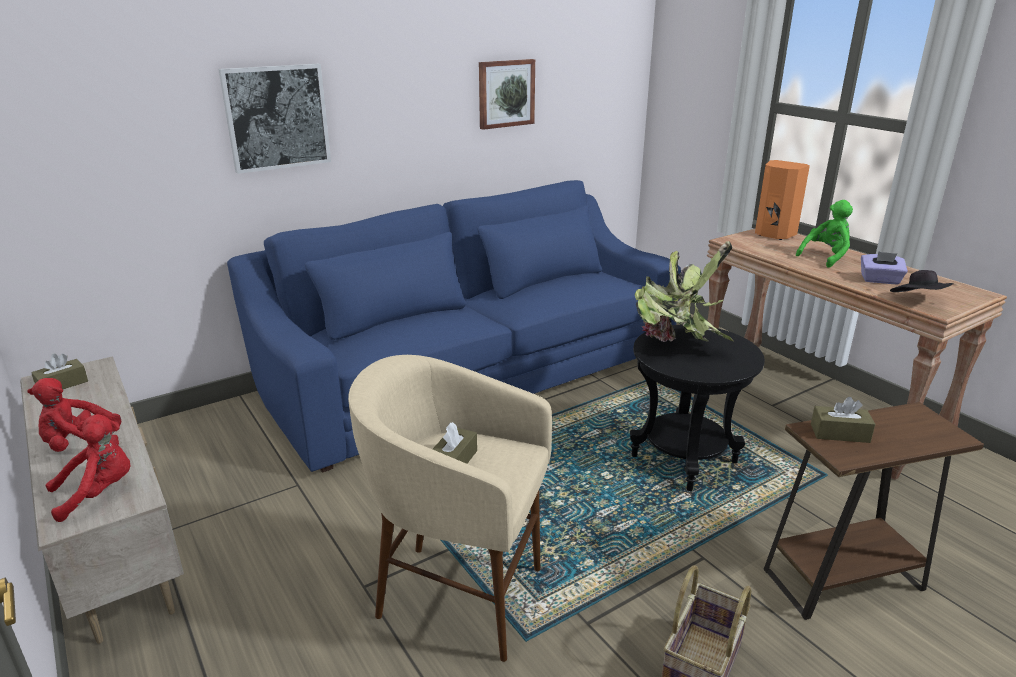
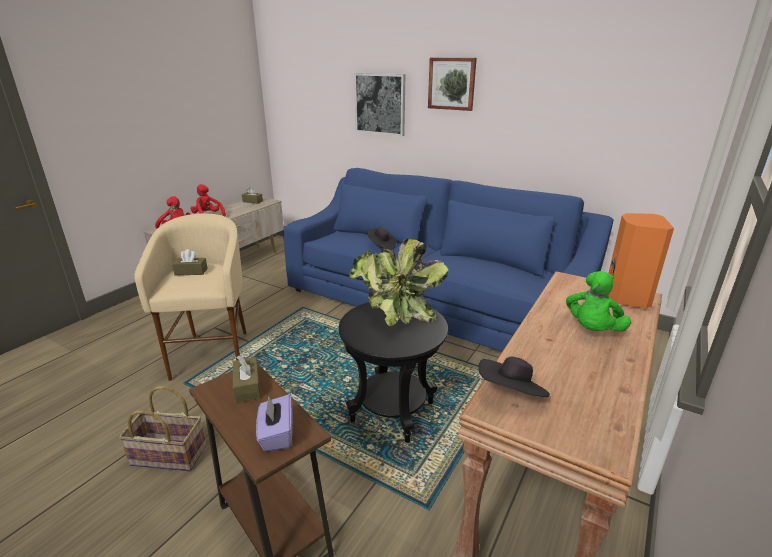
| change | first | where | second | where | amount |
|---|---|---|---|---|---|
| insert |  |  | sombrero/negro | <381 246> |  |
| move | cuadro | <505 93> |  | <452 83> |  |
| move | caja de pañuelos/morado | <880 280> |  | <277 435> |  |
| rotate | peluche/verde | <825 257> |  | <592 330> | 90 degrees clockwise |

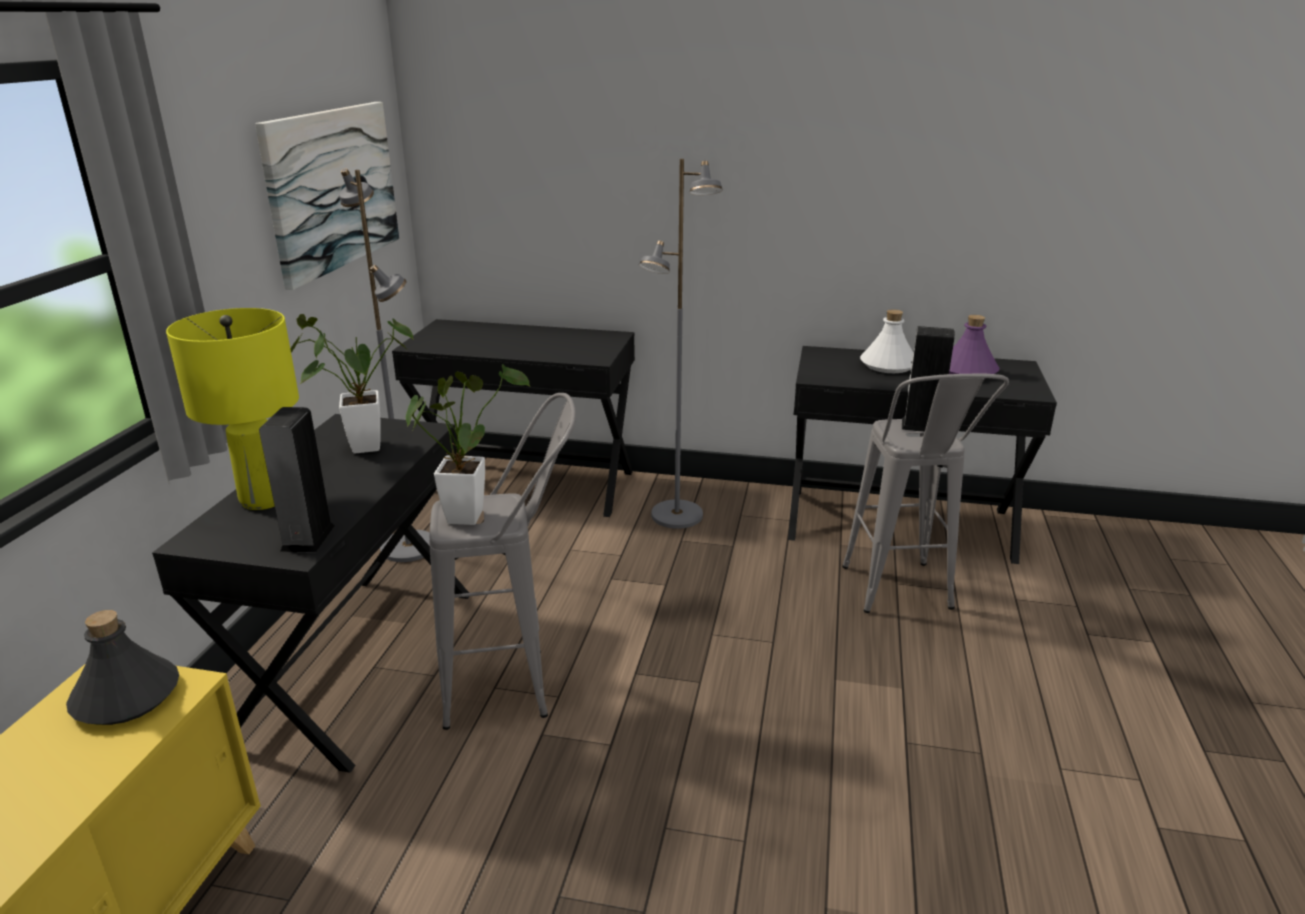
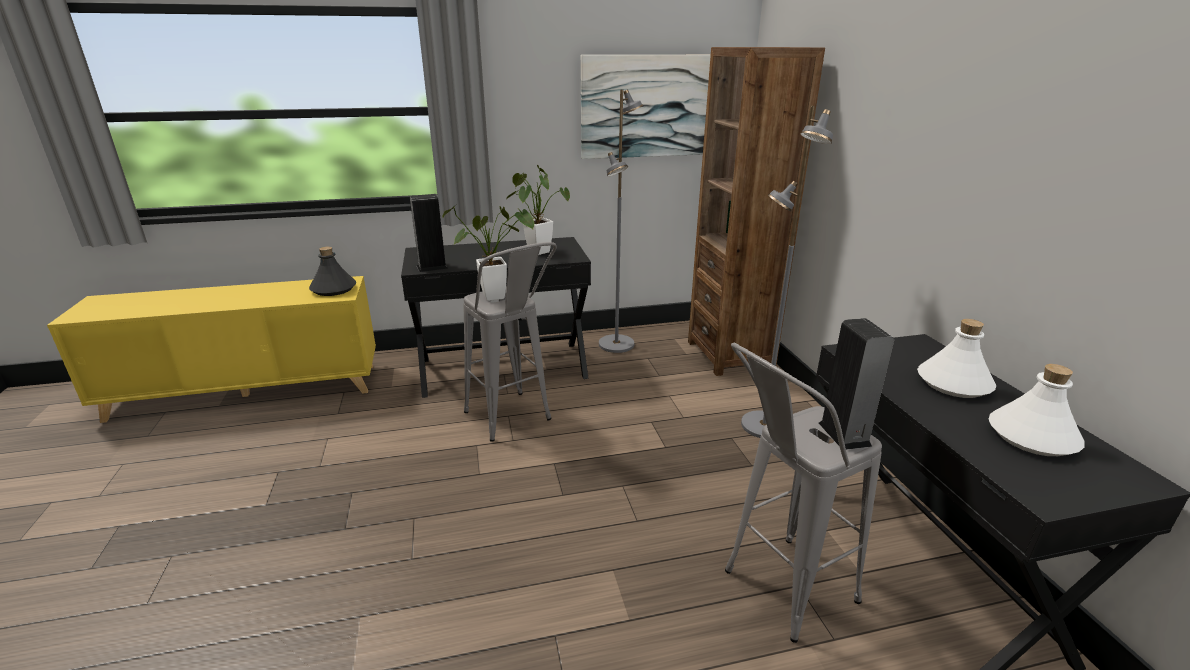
| change | first | where | second | where | amount |
|---|---|---|---|---|---|
| delete | lámpara de mesa/amarillo | <264 499> |  |  |  |
| replace | escritorio/negro | <527 483> | estantería/marrón | <730 355> |  |
| recolor | botella/morado | <968 371> | botella/blanco | <1032 437> |  |

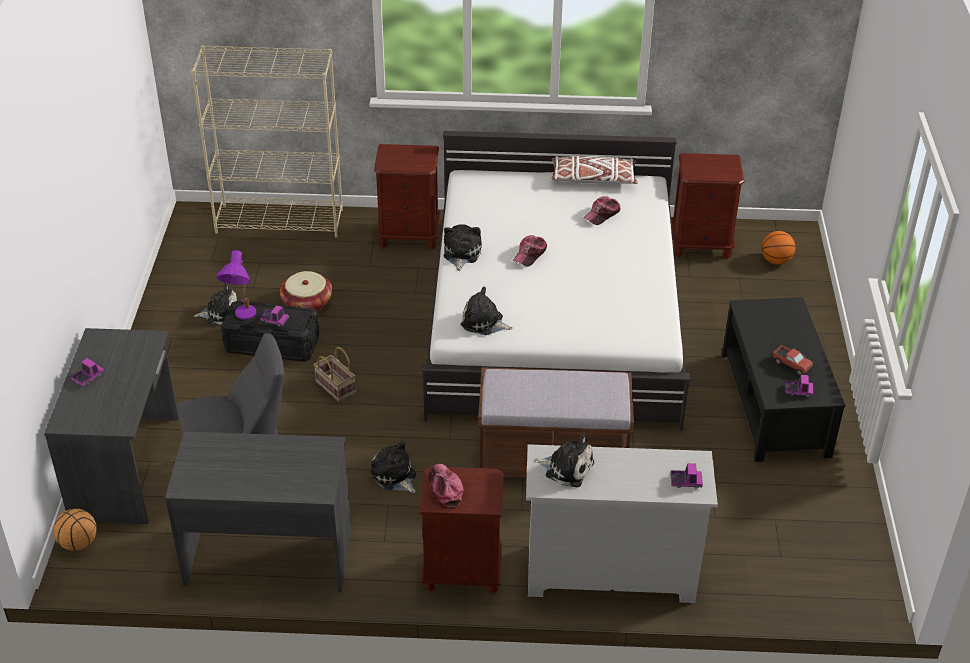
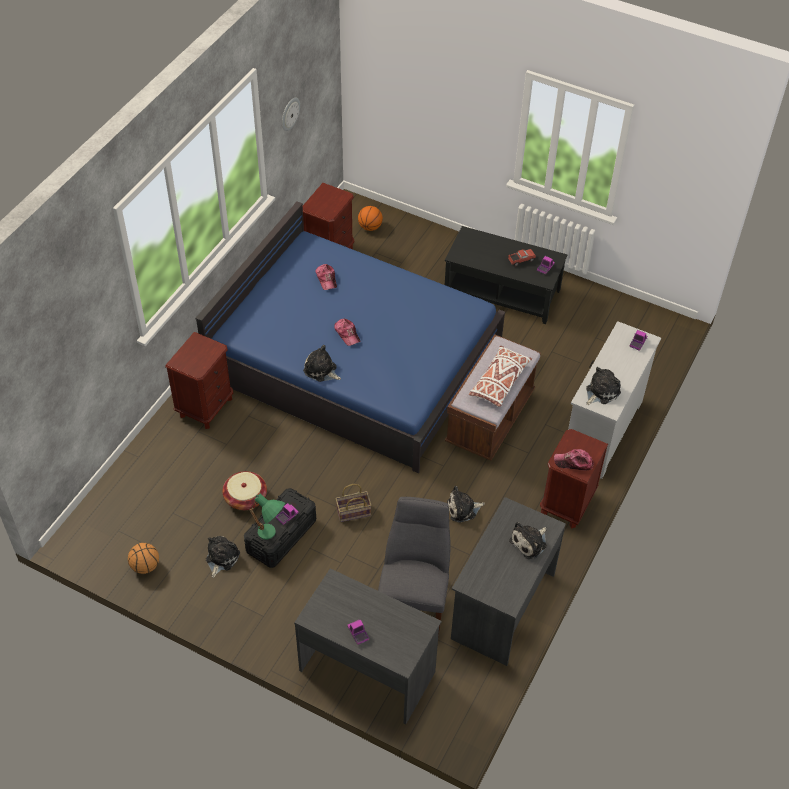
| change | first | where | second | where | amount |
|---|---|---|---|---|---|
| delete | estantería/beis | <280 221> |  |  |  |
| insert |  |  | reloj de pared | <289 113> |  |
| move | balón de baloncesto | <79 543> |  | <145 566> |  |
| move | peluche | <484 323> |  | <530 542> |  |
| move | cojín/blanco | <593 178> |  | <499 382> |  |
| recolor | lámpara de mesa/morado | <242 317> | lámpara de mesa/verde | <271 535> |  |
| recolor | cama/blanco | <554 317> | cama/azul | <354 361> |  |

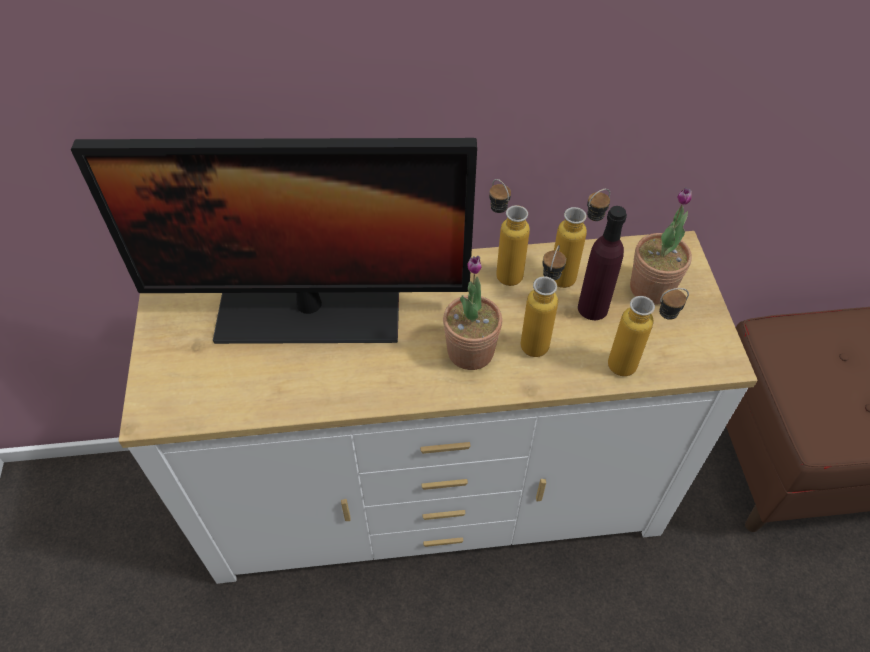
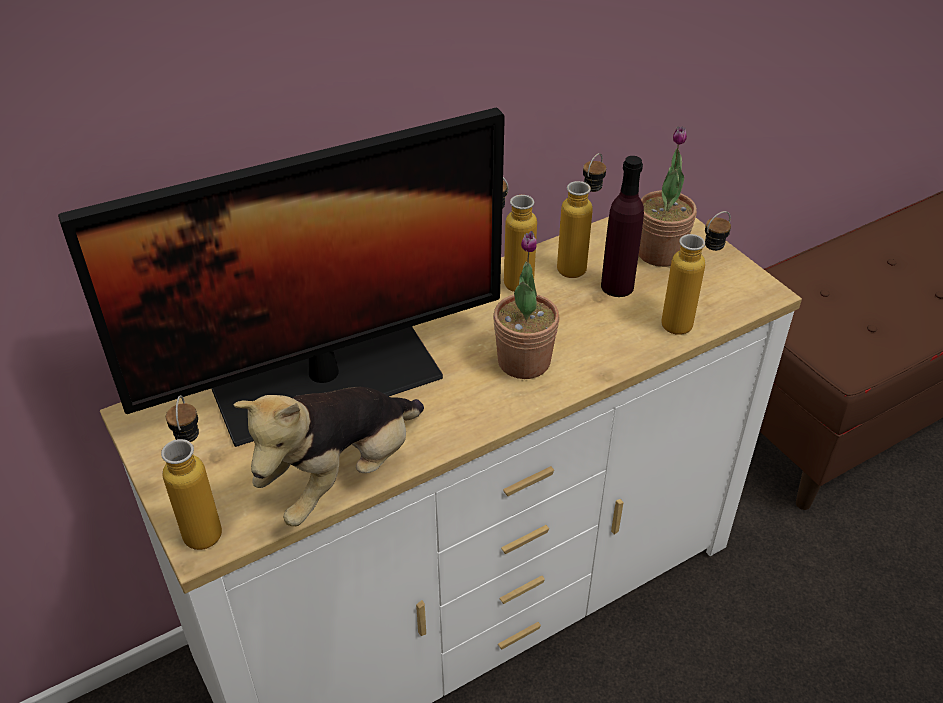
| change | first | where | second | where | amount |
|---|---|---|---|---|---|
| insert |  |  | peluche | <341 476> |  |
| move | botella | <538 337> |  | <205 522> |  |

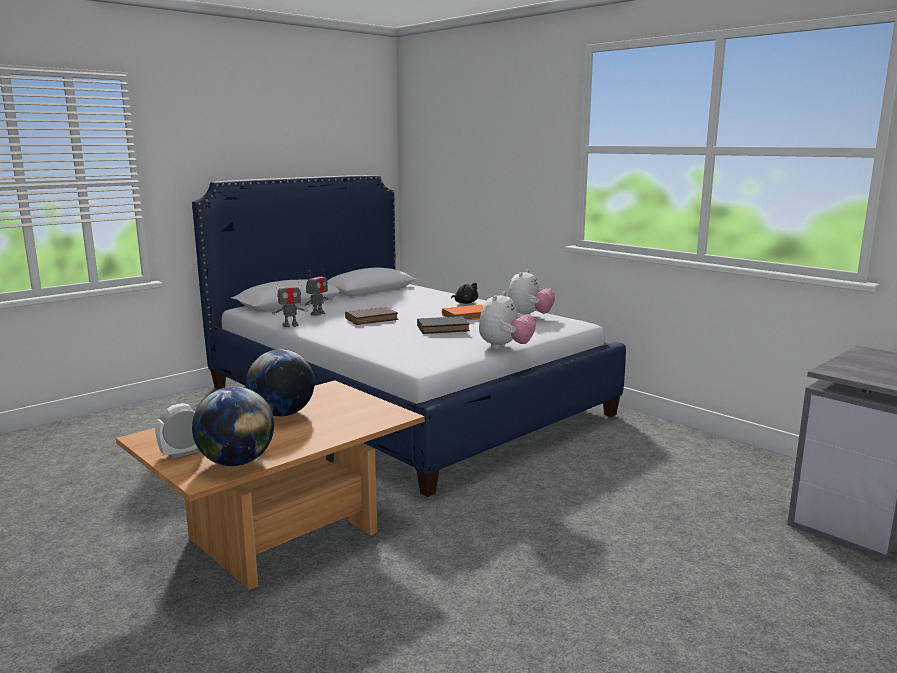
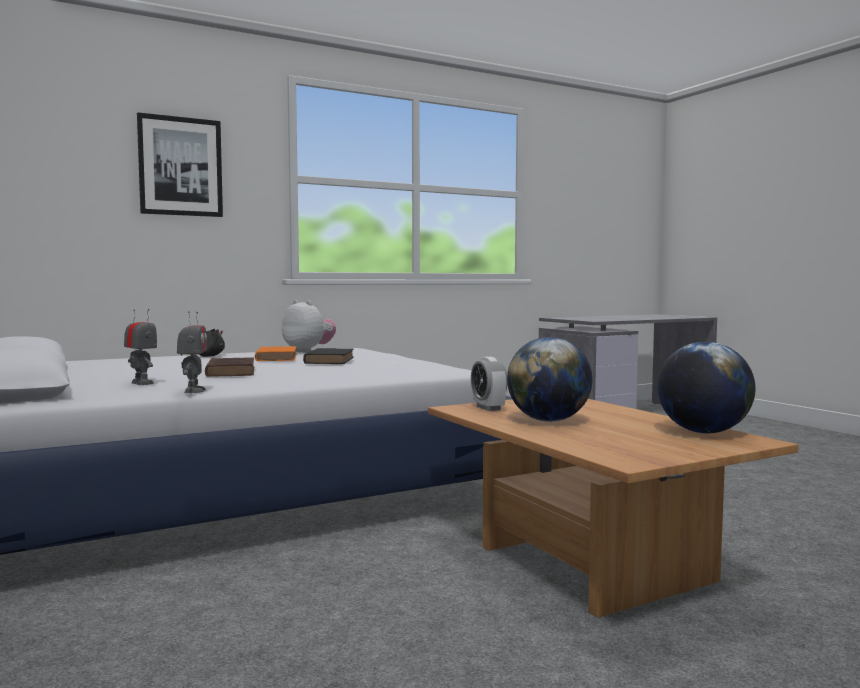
| change | first | where | second | where | amount |
|---|---|---|---|---|---|
| delete | peluche | <505 347> |  |  |  |
| insert |  |  | cuadro | <180 166> |  |
| move | despertador | <183 453> |  | <488 408> |  |

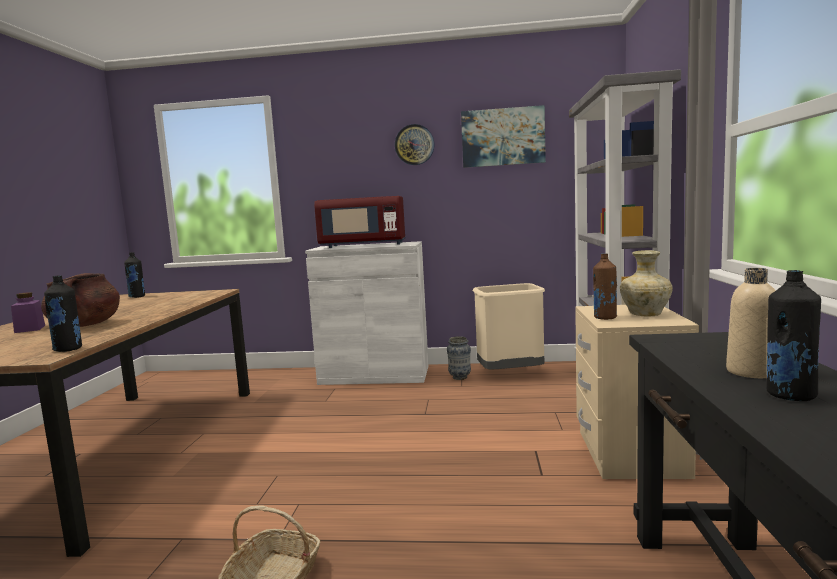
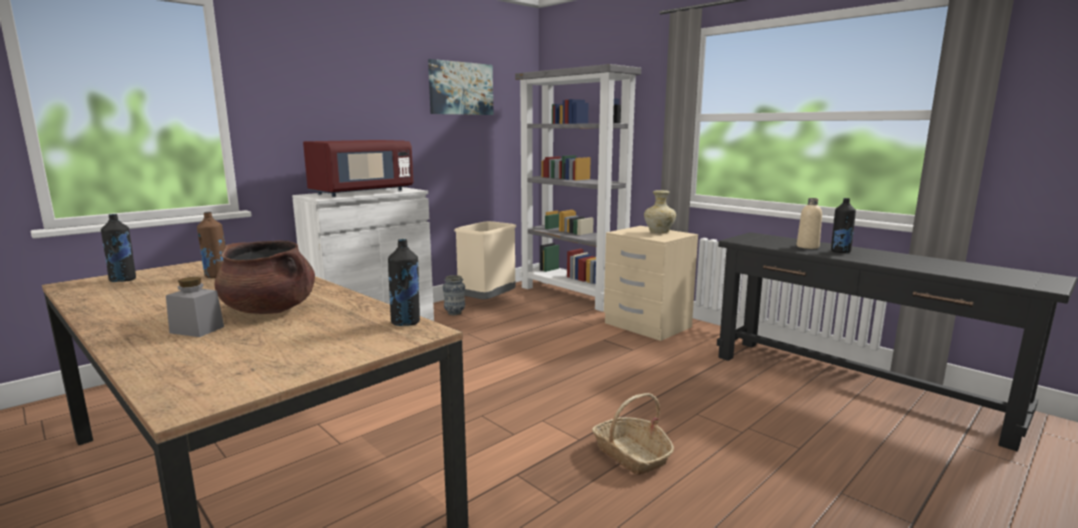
| change | first | where | second | where | amount |
|---|---|---|---|---|---|
| delete | reloj de pared | <414 145> |  |  |  |
| move | botella/marrón | <605 317> |  | <217 276> |  |
| recolor | tarro/morado | <30 329> | tarro/gris | <197 330> |  |

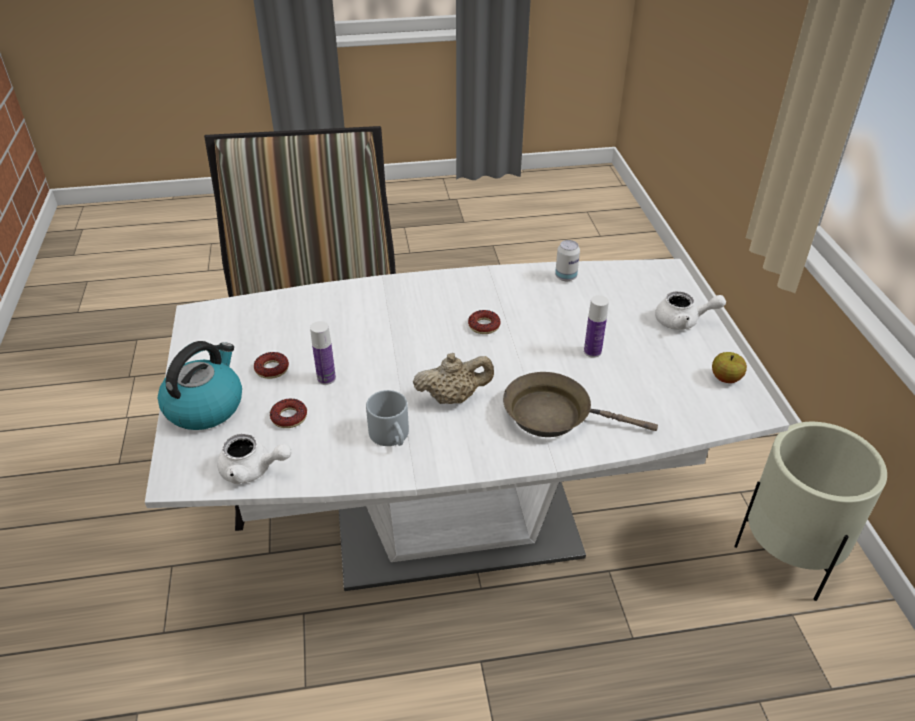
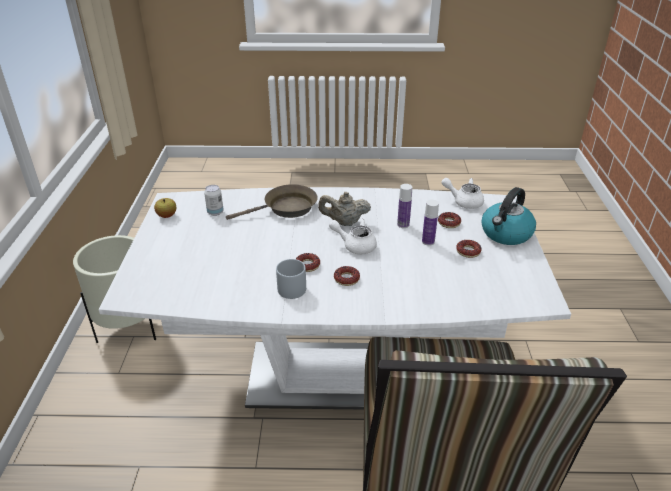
| change | first | where | second | where | amount |
|---|---|---|---|---|---|
| insert |  |  | rosquilla | <346 279> |  |
| move | taza grande/gris | <392 436> |  | <290 286> |  |
| move | lata | <565 277> |  | <215 212> |  |
| move | botella | <592 351> |  | <403 224> |  |
| move | tetera/blanco | <683 321> |  | <355 245> |  |
| rotate | sartén/marrón | <554 415> |  | <286 208> | 45 degrees counterclockwise |

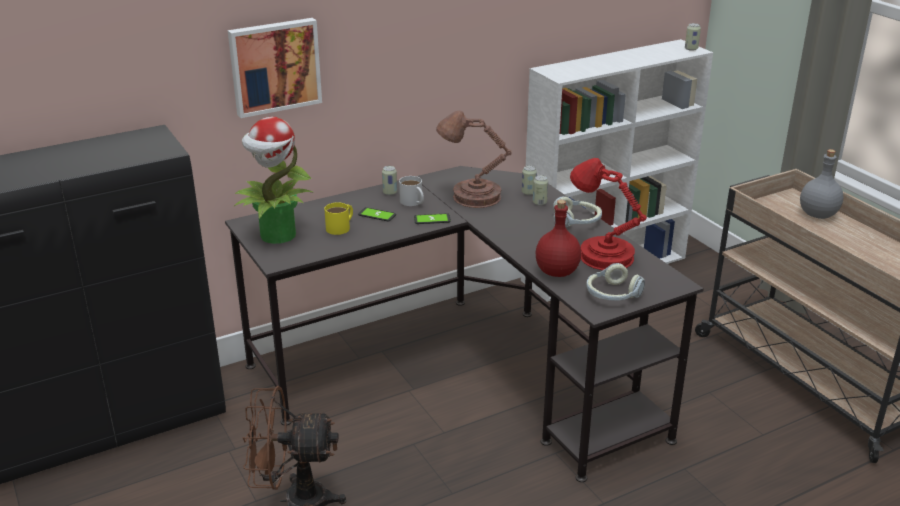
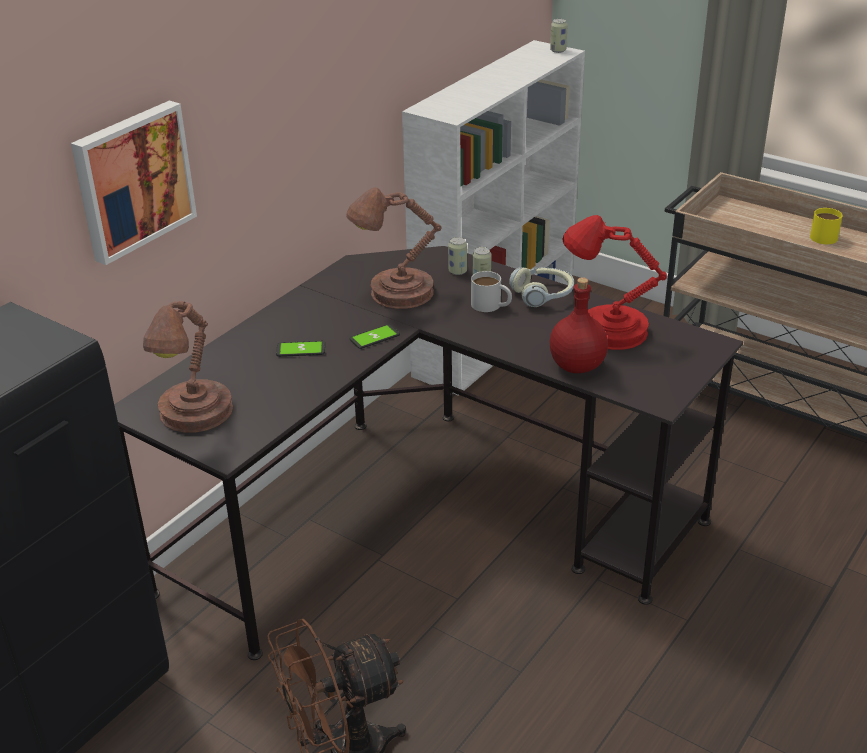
| change | first | where | second | where | amount |
|---|---|---|---|---|---|
| delete | lata | <390 193> |  |  |  |
| delete | auriculares | <612 295> |  |  |  |
| delete | botella/gris | <818 214> |  |  |  |
| move | taza grande/amarillo | <341 227> |  | <823 235> |  |
| move | taza grande/blanco | <413 202> |  | <491 305> |  |
| replace | planta en maceta | <277 235> | lámpara de mesa/marrón | <194 415> |  |

